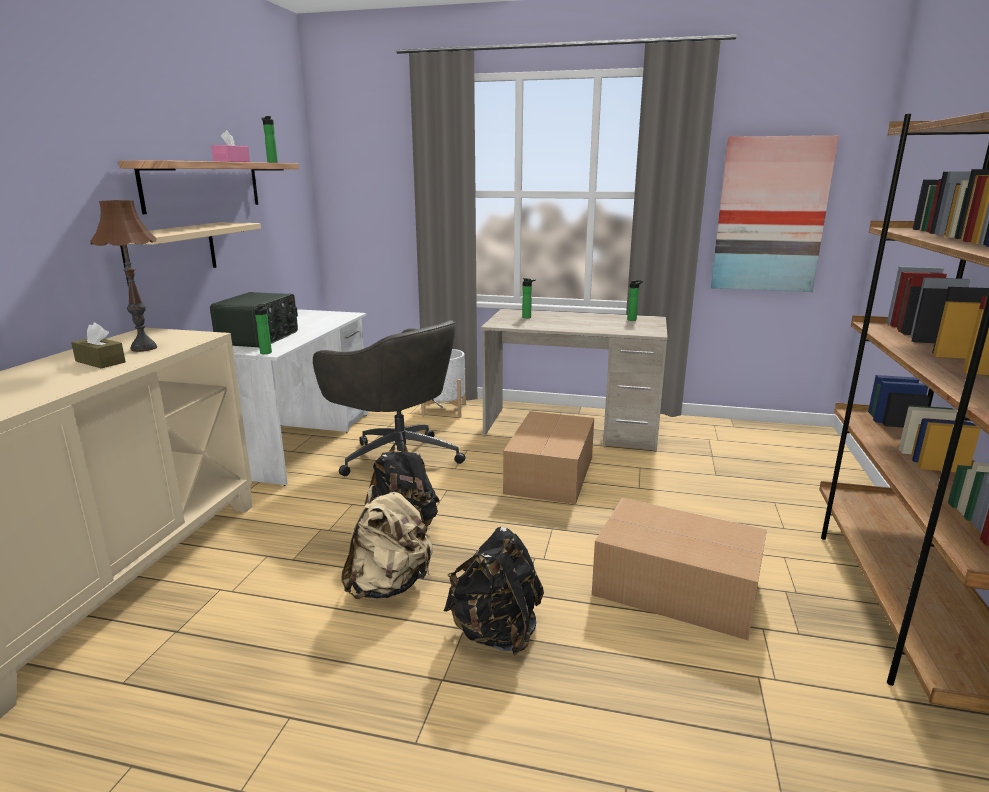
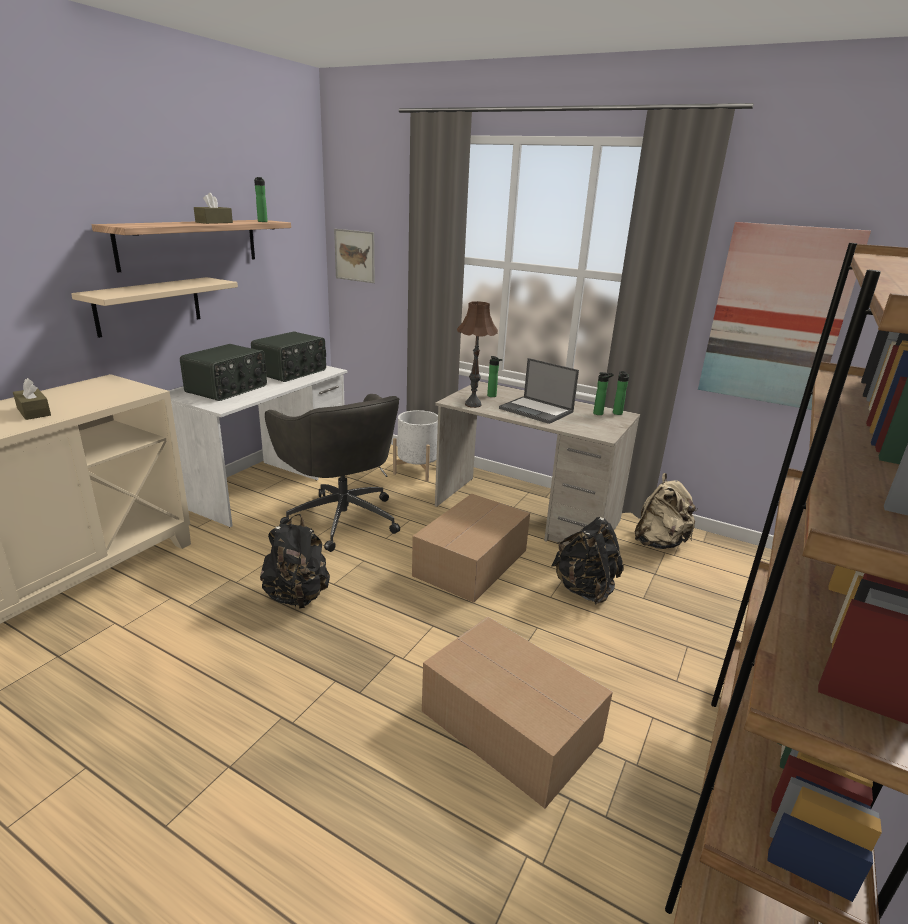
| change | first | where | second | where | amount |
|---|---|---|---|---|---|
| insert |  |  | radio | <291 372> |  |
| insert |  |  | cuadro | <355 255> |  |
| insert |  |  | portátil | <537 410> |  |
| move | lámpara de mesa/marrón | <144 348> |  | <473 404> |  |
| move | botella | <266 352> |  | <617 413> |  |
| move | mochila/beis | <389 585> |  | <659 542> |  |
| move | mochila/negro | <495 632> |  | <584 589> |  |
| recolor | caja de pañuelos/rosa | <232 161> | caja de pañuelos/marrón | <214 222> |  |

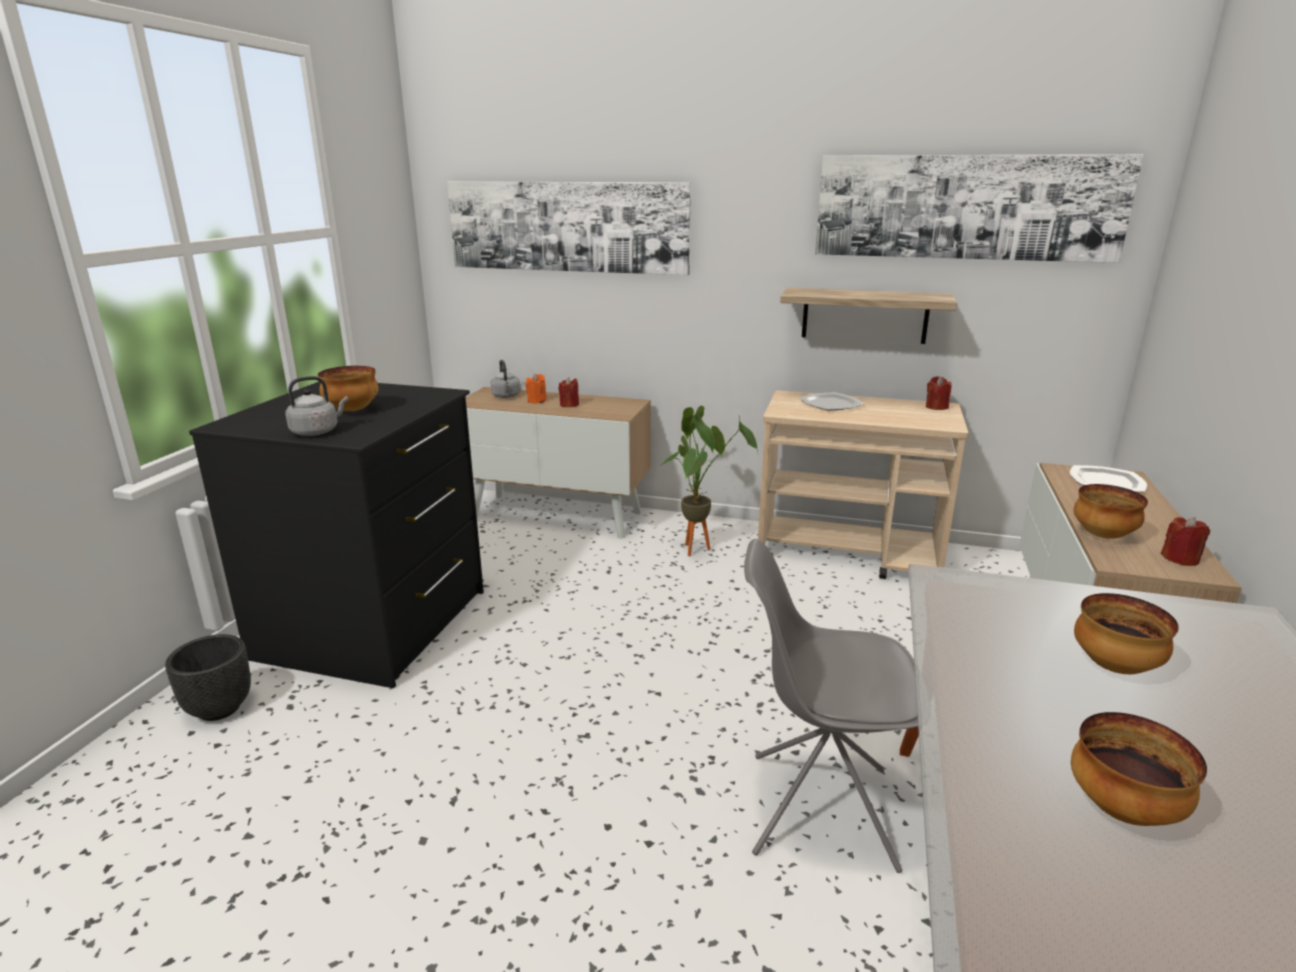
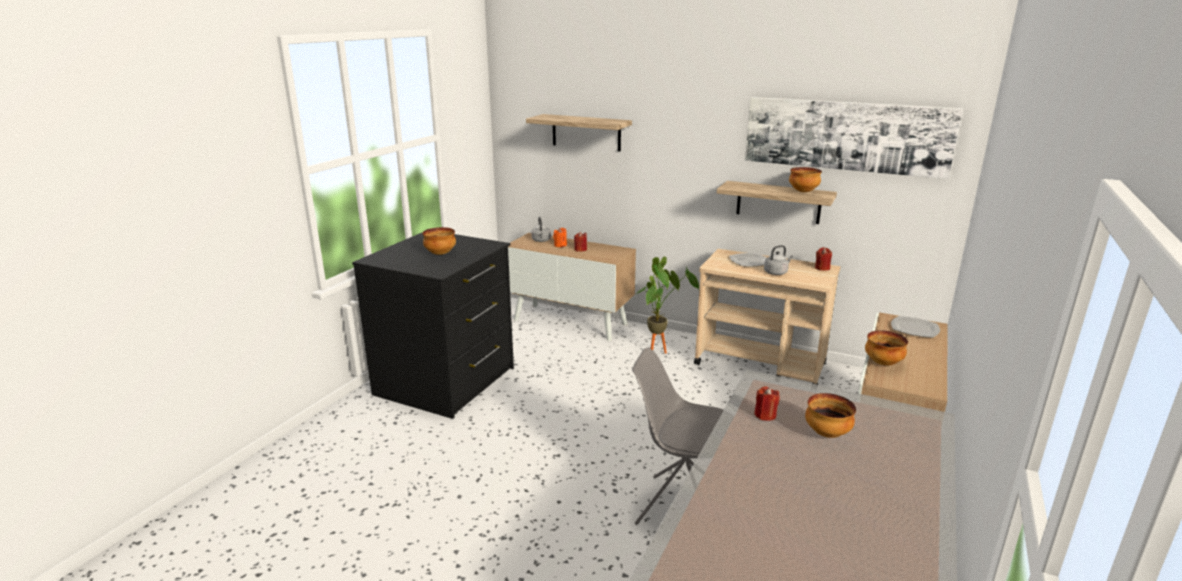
| change | first | where | second | where | amount |
|---|---|---|---|---|---|
| delete | maceta/negro | <220 709> |  |  |  |
| move | hervidor/gris | <317 431> |  | <776 272> |  |
| move | cuenco | <1124 810> |  | <803 192> |  |
| move | vela/rojo | <1180 559> |  | <765 415> |  |
| replace | cuadro | <567 226> | estante | <586 132> |  |

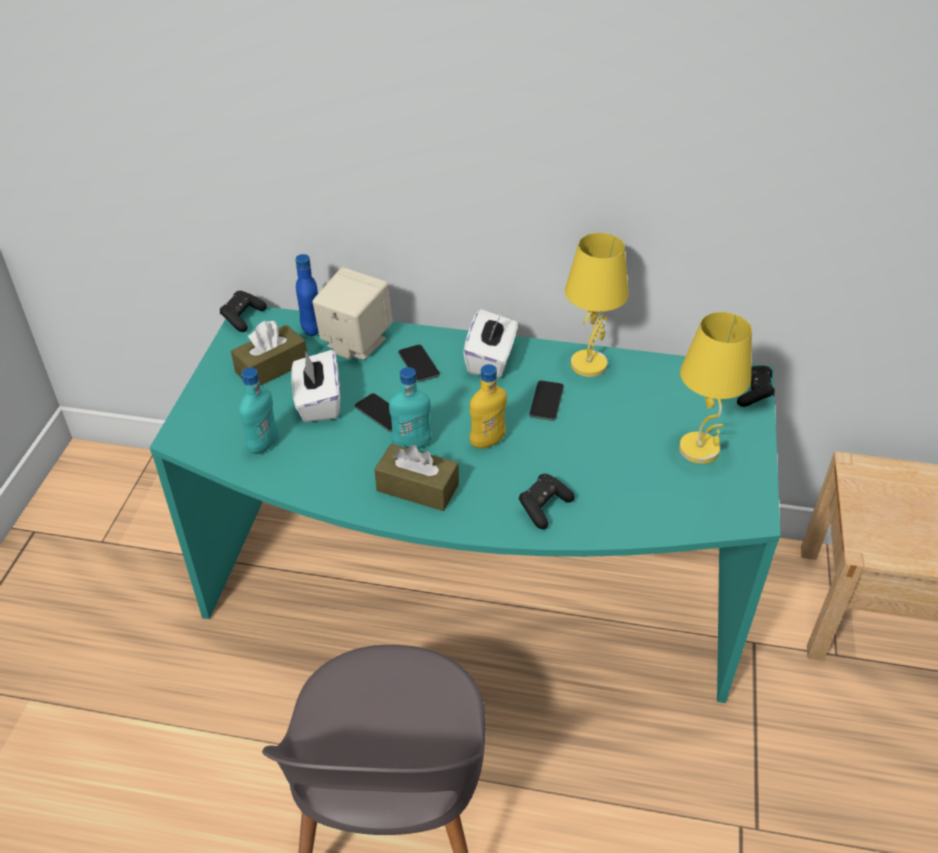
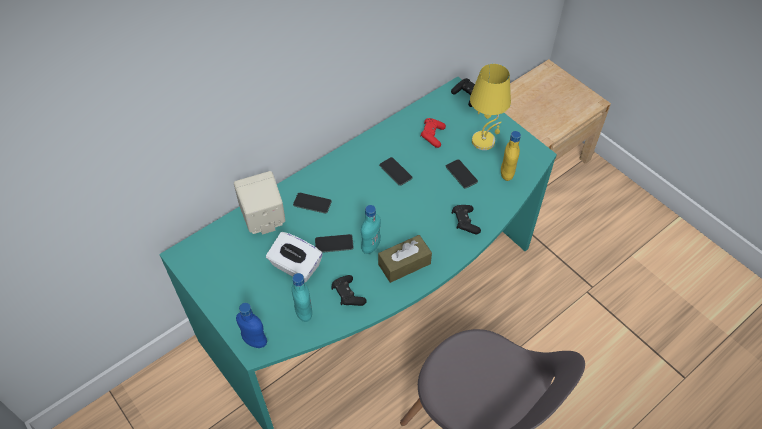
| change | first | where | second | where | amount |
|---|---|---|---|---|---|
| delete | caja de pañuelos/marrón | <272 367> |  |  |  |
| delete | caja de pañuelos/blanco | <491 360> |  |  |  |
| delete | lámpara de mesa/amarillo | <588 364> |  |  |  |
| insert |  |  | mando de consola/rojo | <432 136> |  |
| insert |  |  | móvil | <461 174> |  |
| move | mando de consola/negro | <243 318> |  | <348 295> |  |
| move | botella/azul | <311 328> |  | <255 341> |  |
| move | botella/amarillo | <487 441> |  | <507 174> |  |

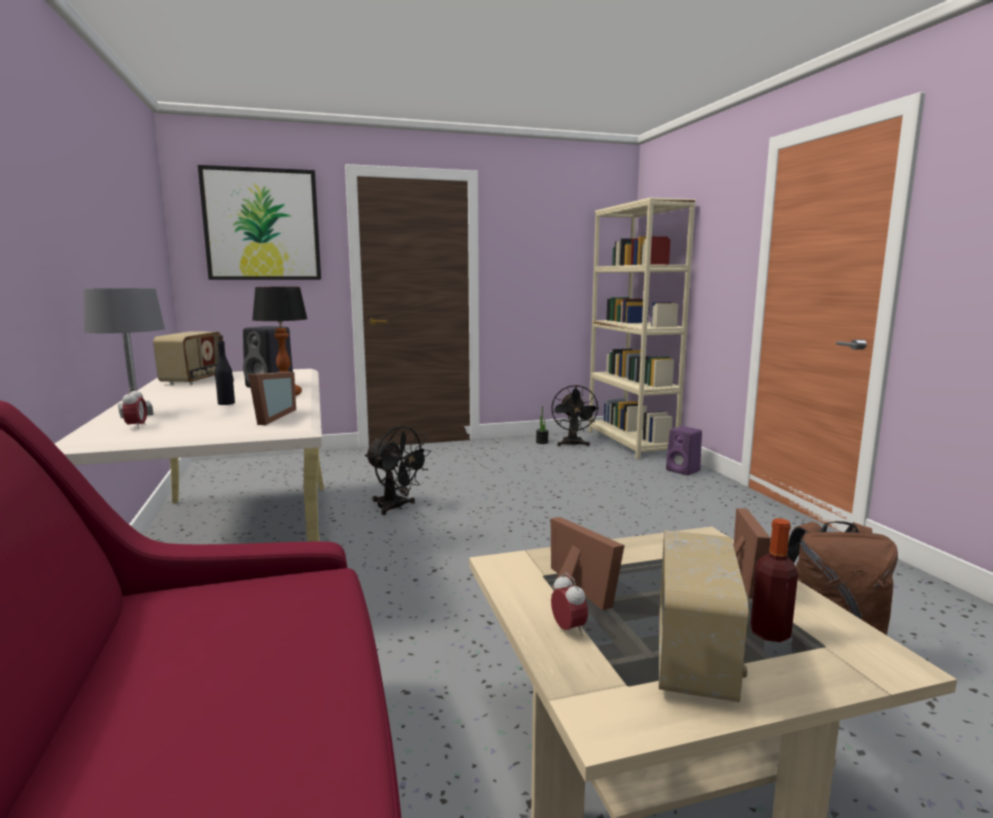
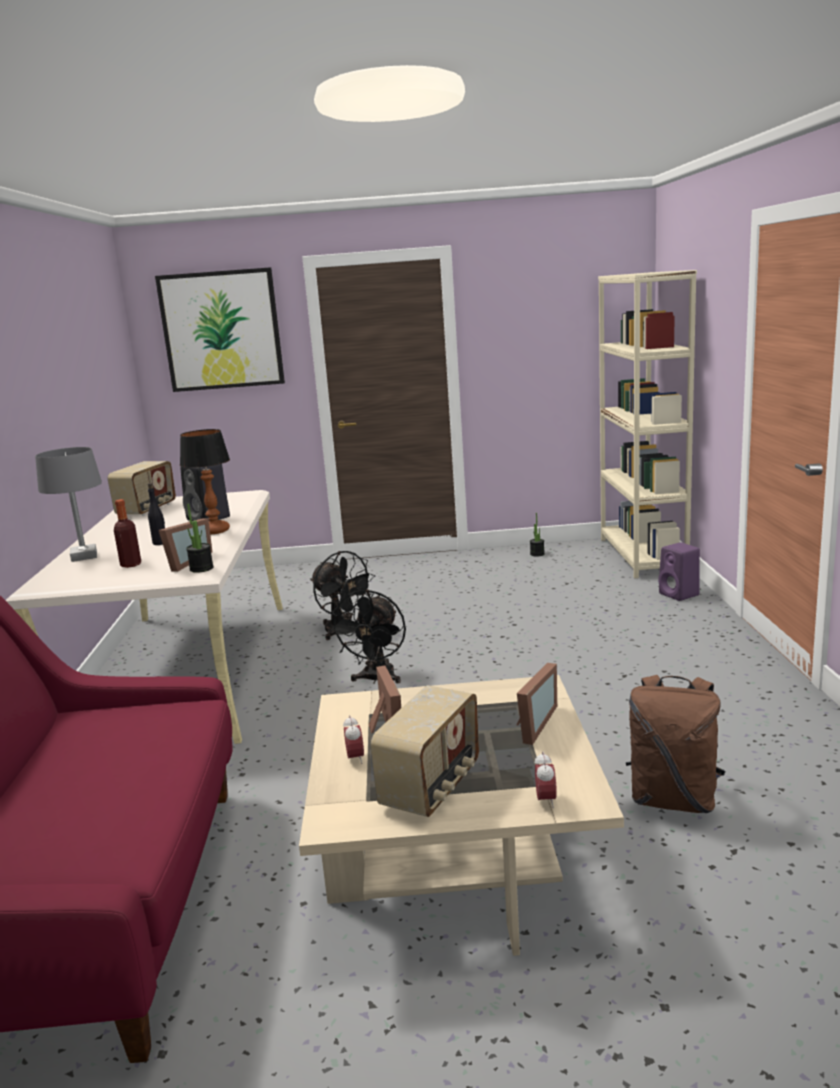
| change | first | where | second | where | amount |
|---|---|---|---|---|---|
| insert |  |  | planta en maceta | <201 568> |  |
| move | despertador | <136 427> |  | <545 800> |  |
| move | ventilador/negro | <573 445> |  | <376 679> |  |
| move | botella | <770 633> |  | <131 564> |  |

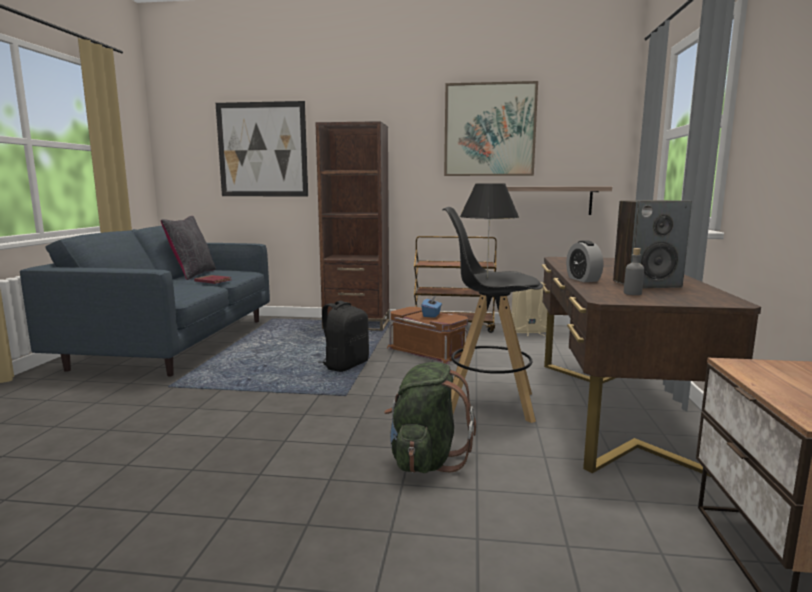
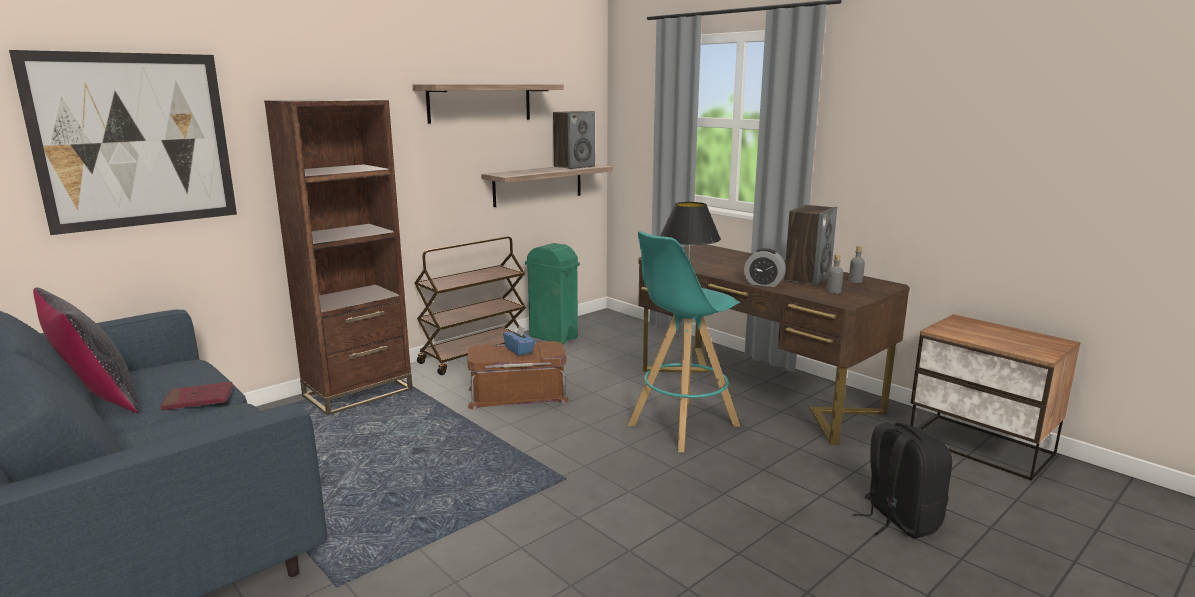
| change | first | where | second | where | amount |
|---|---|---|---|---|---|
| delete | mochila/verde | <425 460> |  |  |  |
| insert |  |  | altavoz | <574 166> |  |
| insert |  |  | botella/gris | <855 281> |  |
| move | mochila/negro | <345 365> |  | <898 520> |  |
| replace | cuadro | <489 130> | estante | <480 103> |  |
| replace | mochila/beis | <529 332> | papelera/verde | <554 337> |  |
| recolor | taburete/negro | <487 404> | taburete/turquesa | <682 425> |  |

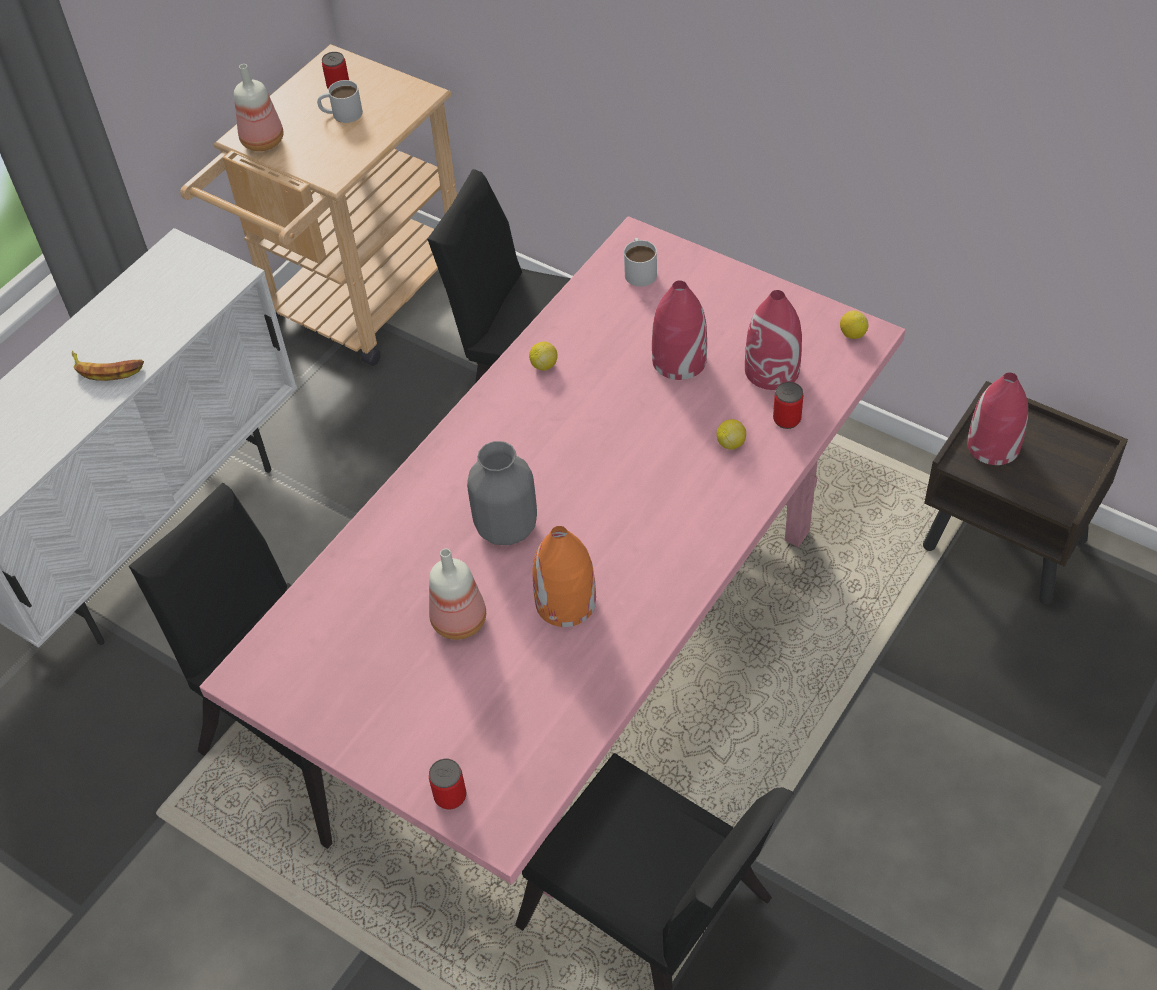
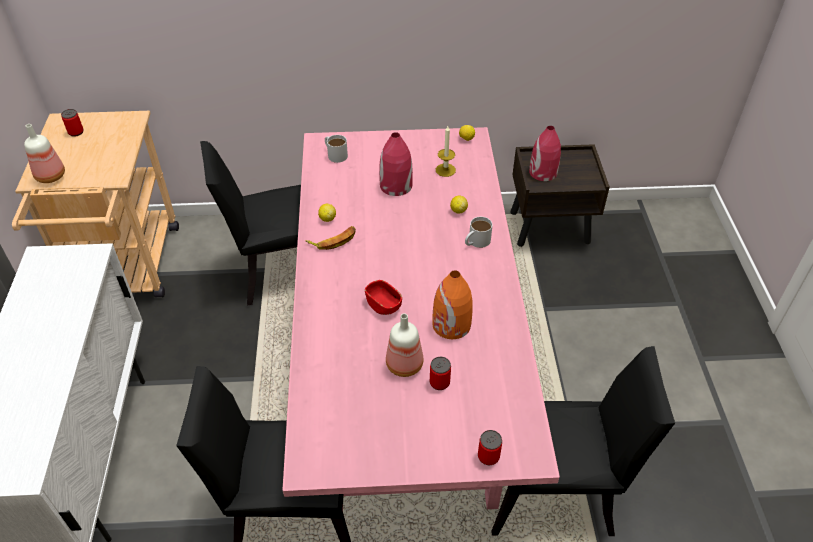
| change | first | where | second | where | amount |
|---|---|---|---|---|---|
| move | plátano | <107 368> |  | <333 240> |  |
| move | taza grande/blanco | <341 113> |  | <476 242> |  |
| move | lata | <786 419> |  | <439 382> |  |
| replace | florero/gris | <505 526> | cuenco/rojo | <383 305> |  |
| replace | florero/rojo | <772 370> | vela | <445 170> |  |

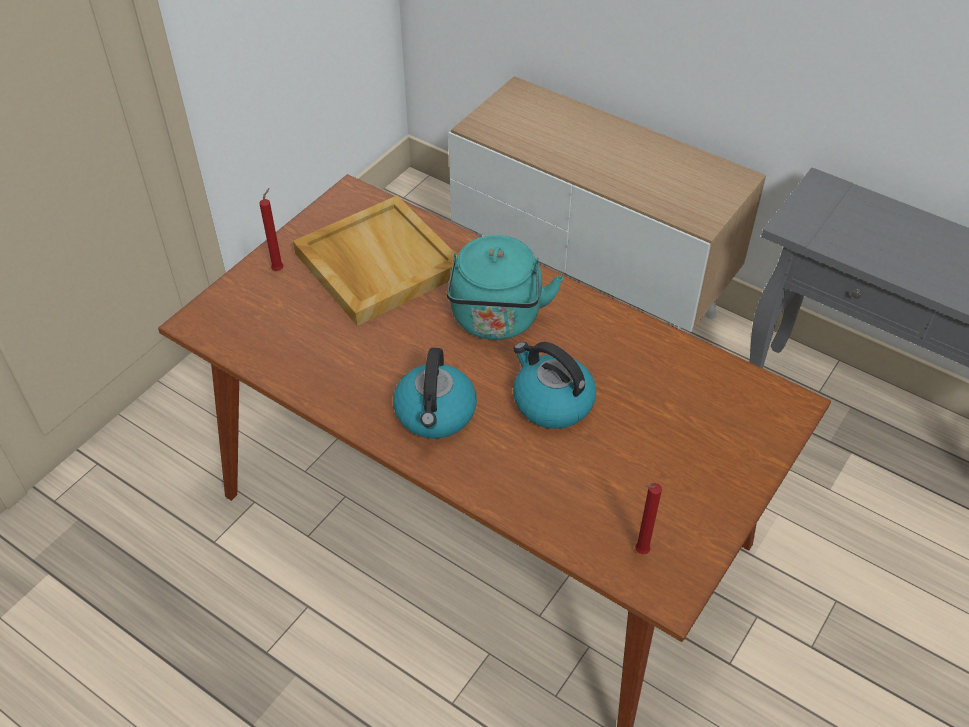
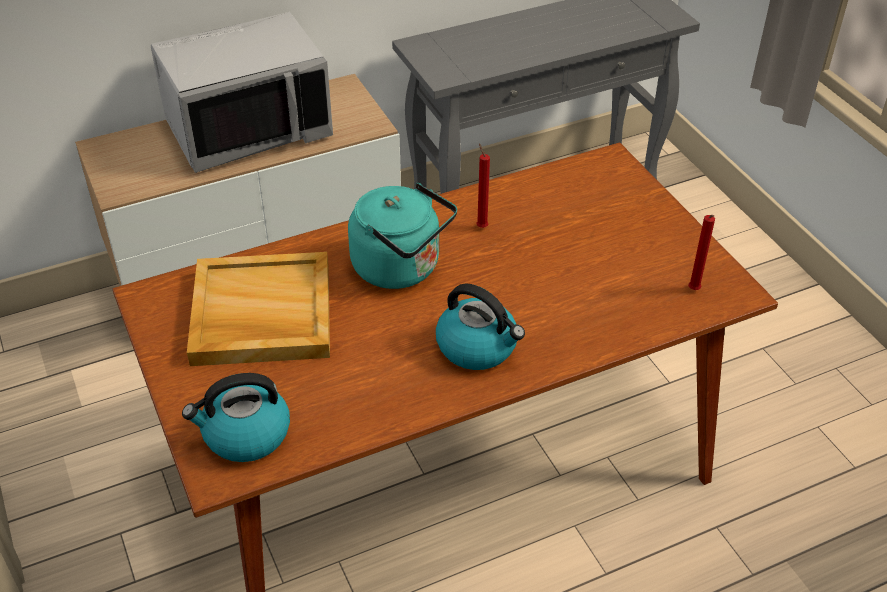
| change | first | where | second | where | amount |
|---|---|---|---|---|---|
| insert |  |  | microondas/gris | <248 128> |  |
| move | vela/rojo | <279 269> |  | <481 226> |  |
| move | hervidor | <551 402> |  | <245 435> |  |

